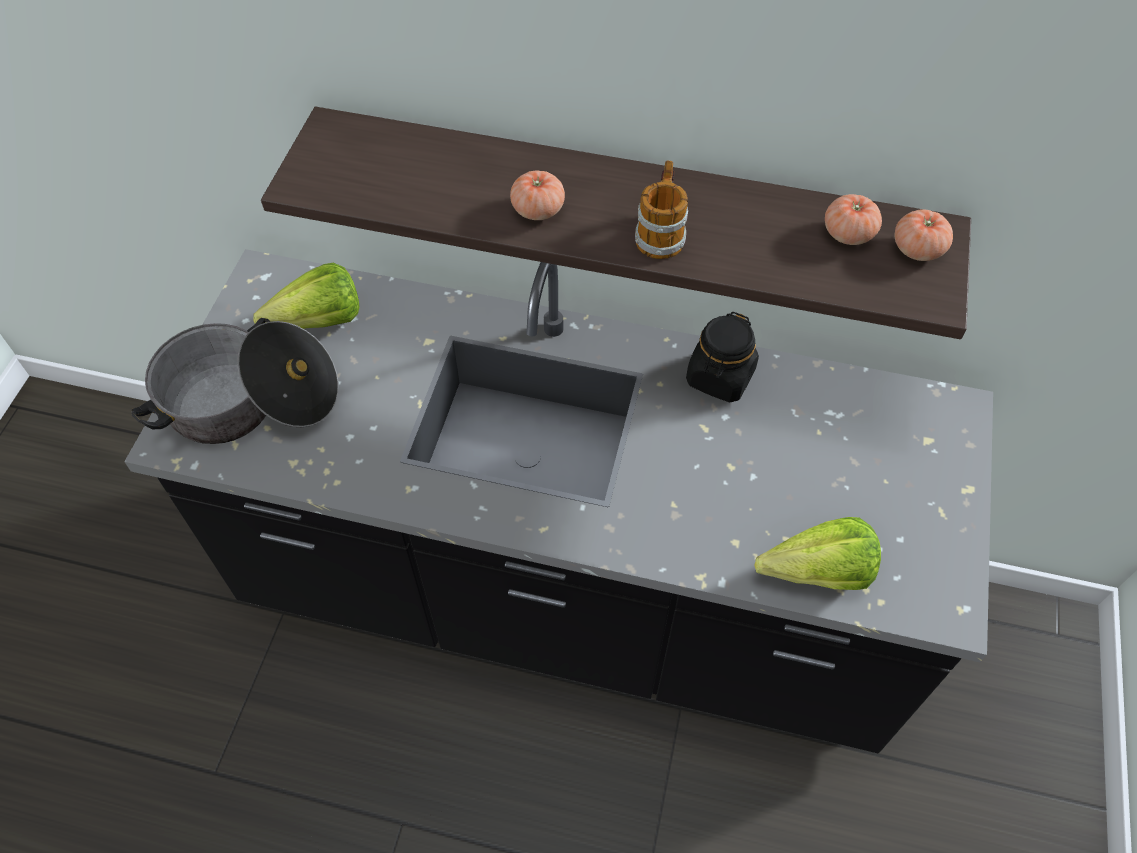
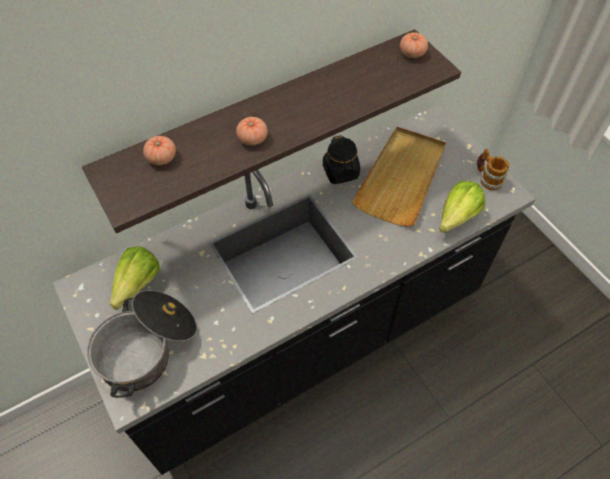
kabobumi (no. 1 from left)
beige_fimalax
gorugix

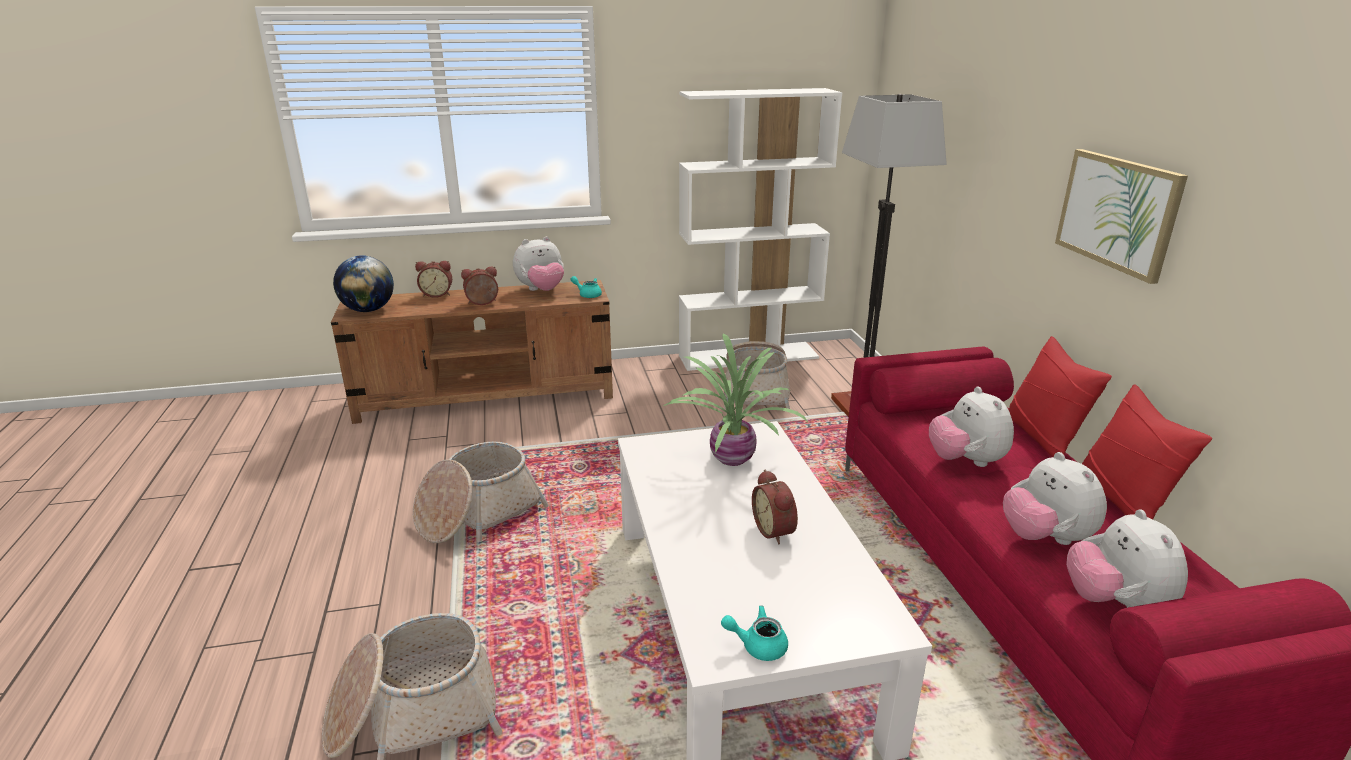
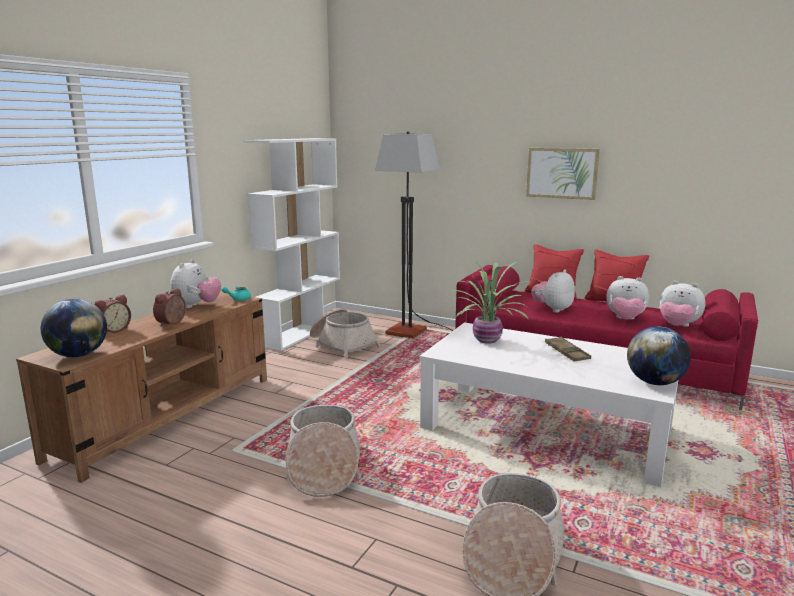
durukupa (no. 2 from left)
brown_fimalax
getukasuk (no. 2 from left)

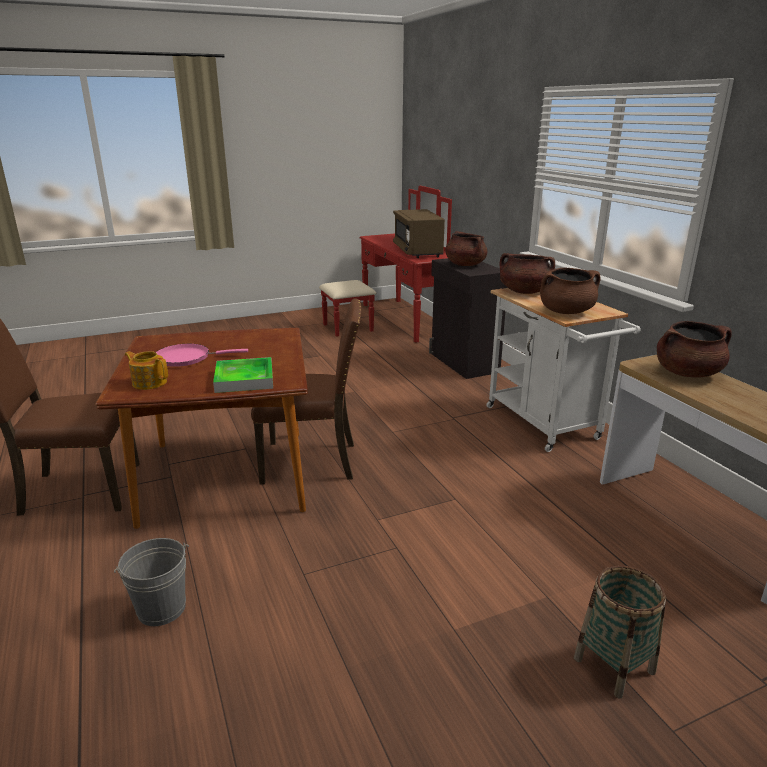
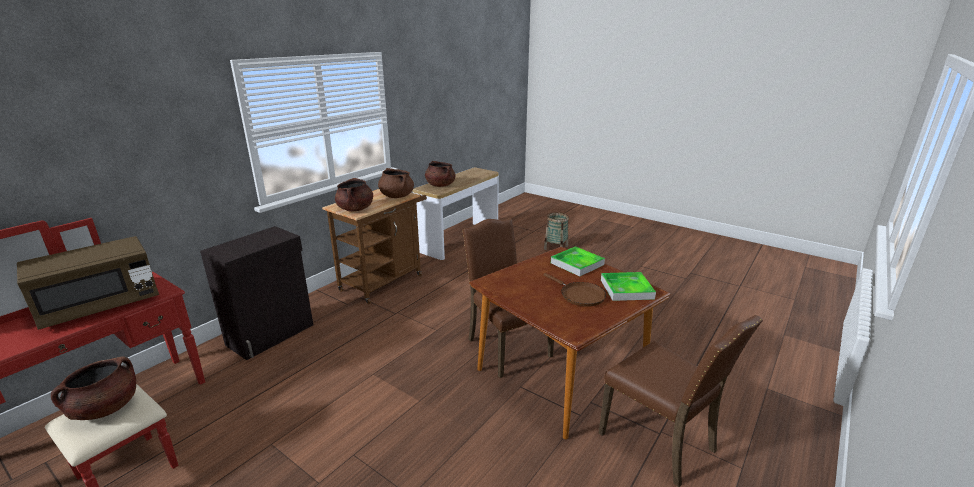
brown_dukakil (no. 1 from left)
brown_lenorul
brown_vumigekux
fimalax (no. 2 from left)
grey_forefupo

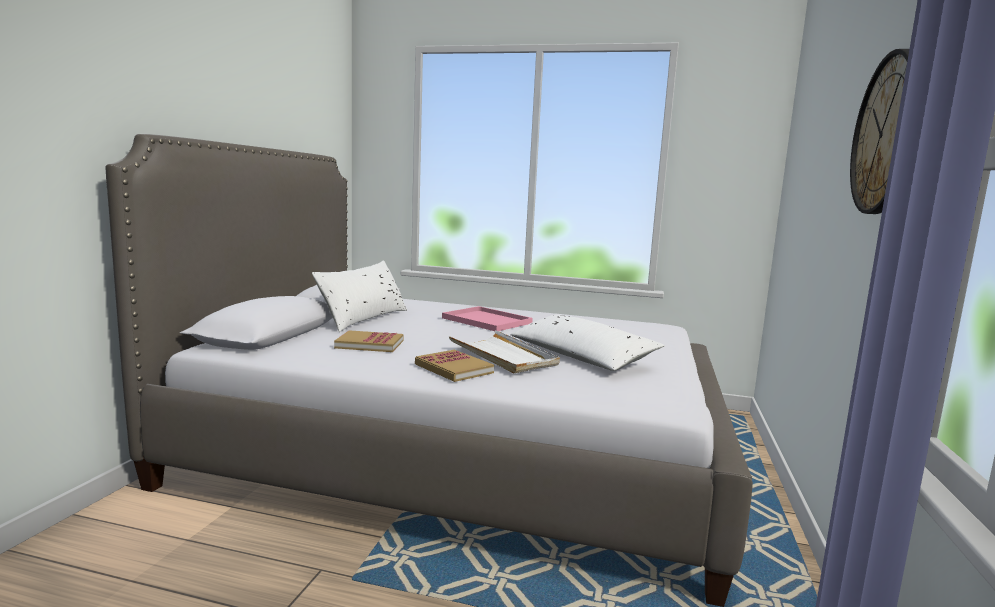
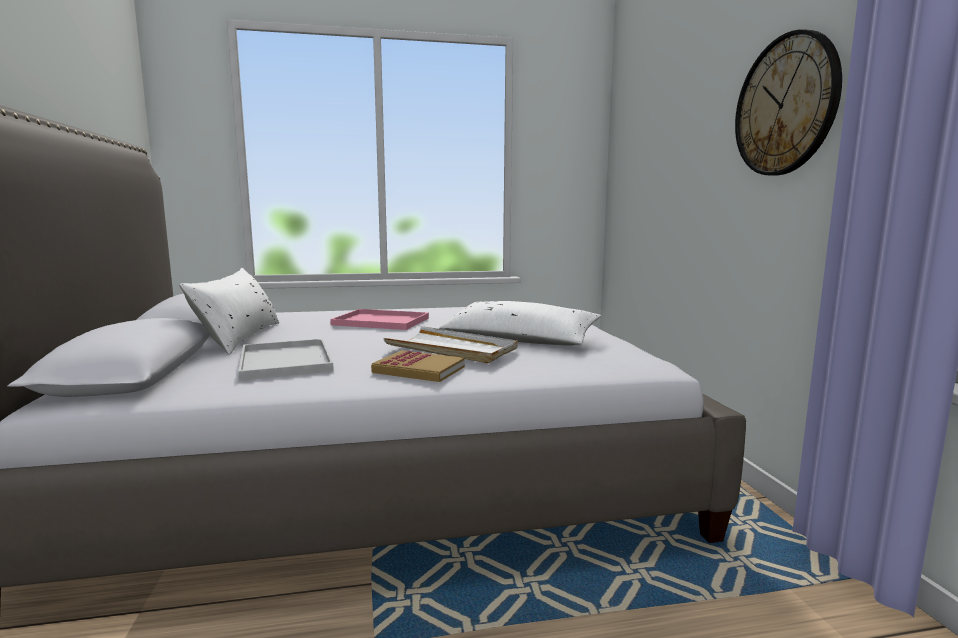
white_fimalax (no. 1 from left)

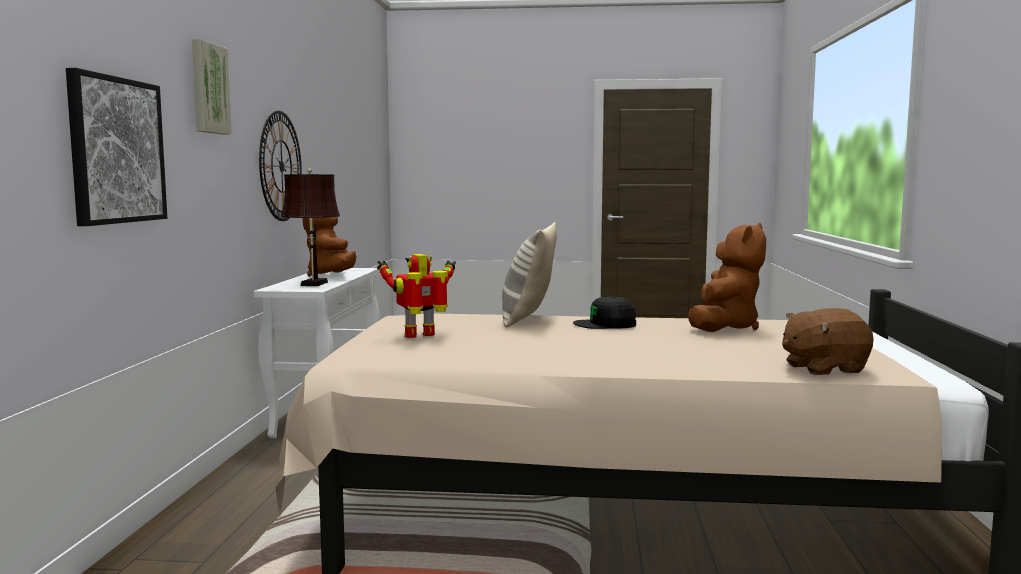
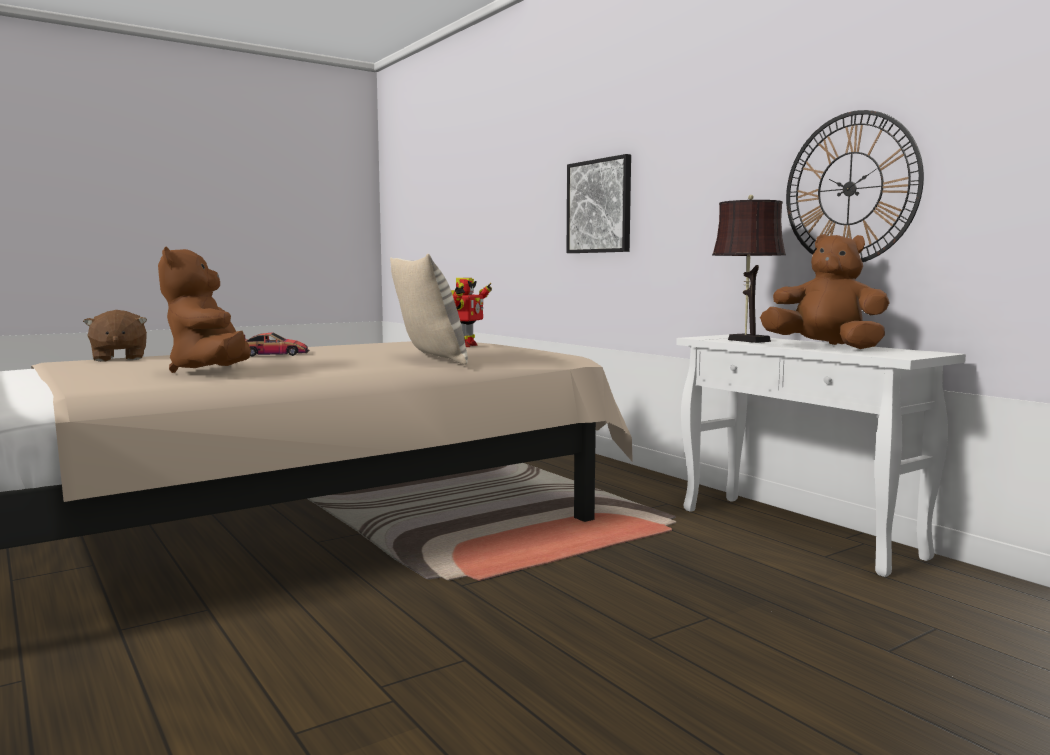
brown_durukupa (no. 1 from left)
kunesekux
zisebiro (no. 2 from left in the first image)
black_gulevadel

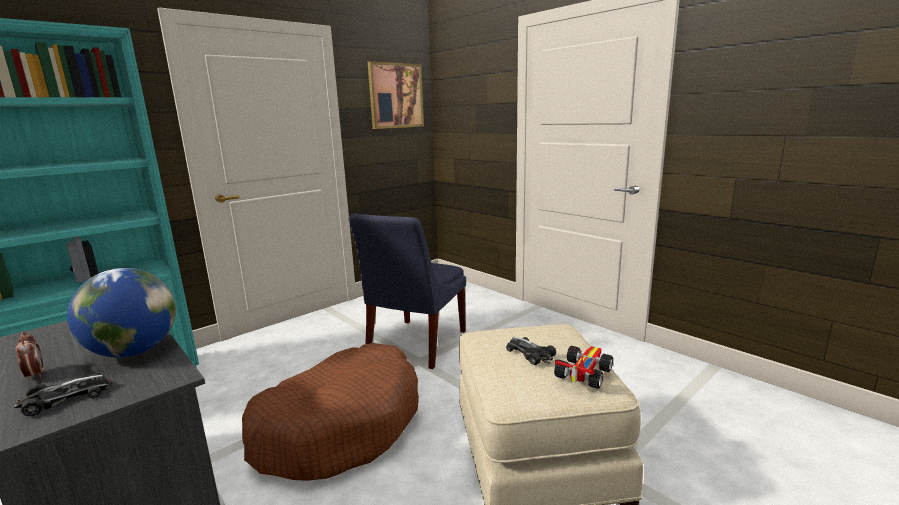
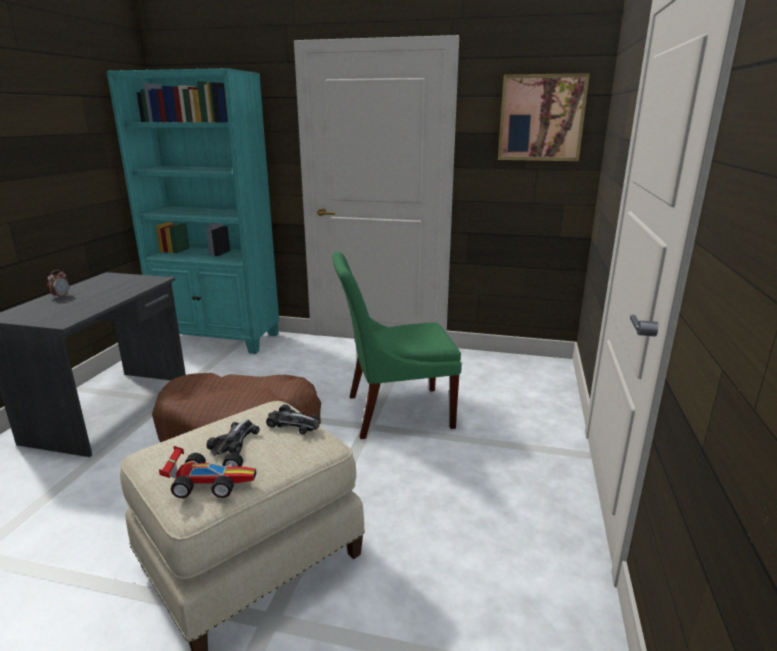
kunesekux (no. 3 from left)
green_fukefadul
getukasuk

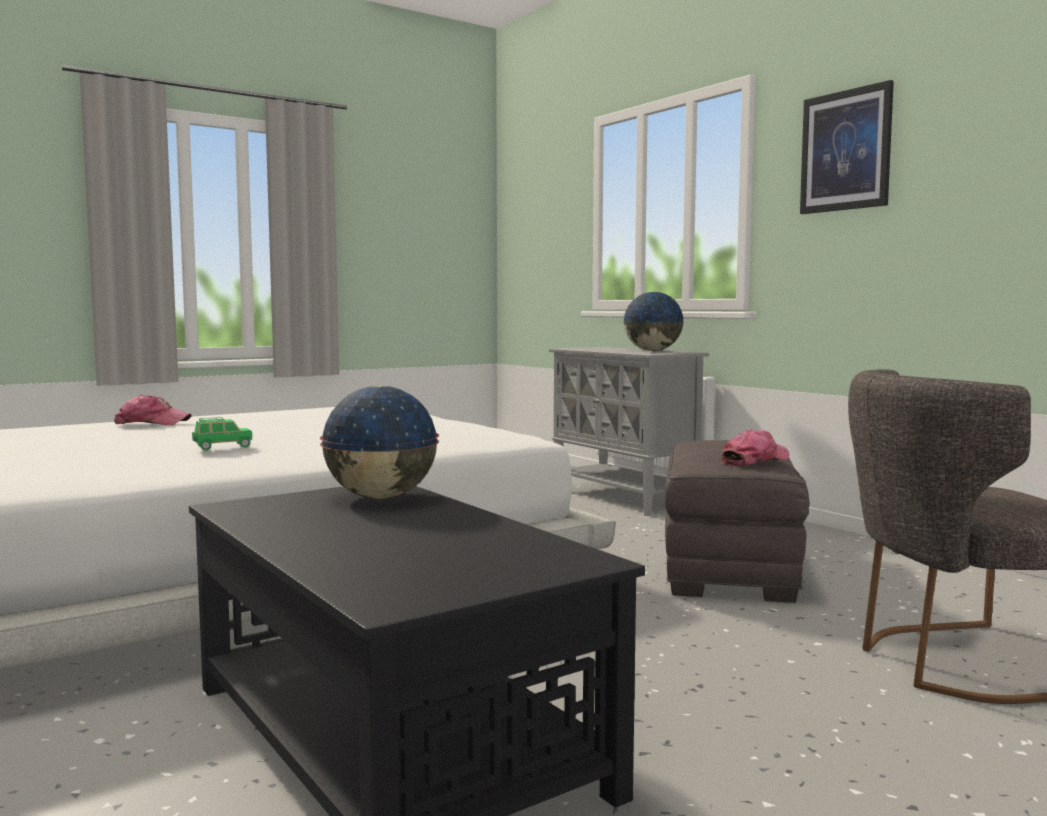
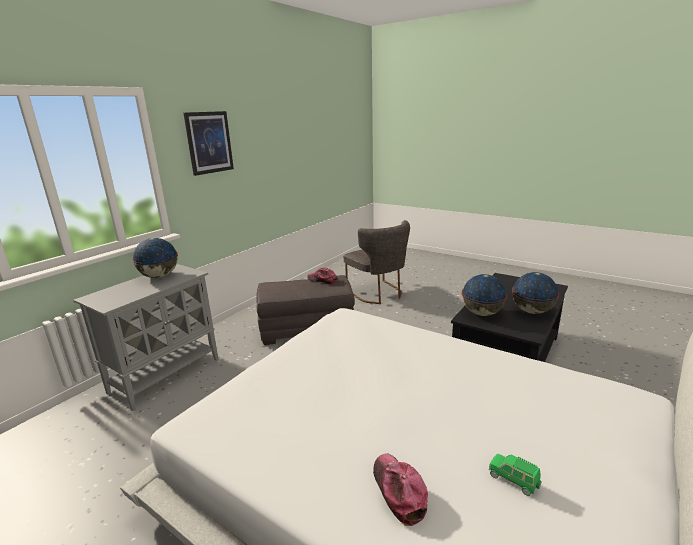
green_kunesekux
getukasuk (no. 3 from left)

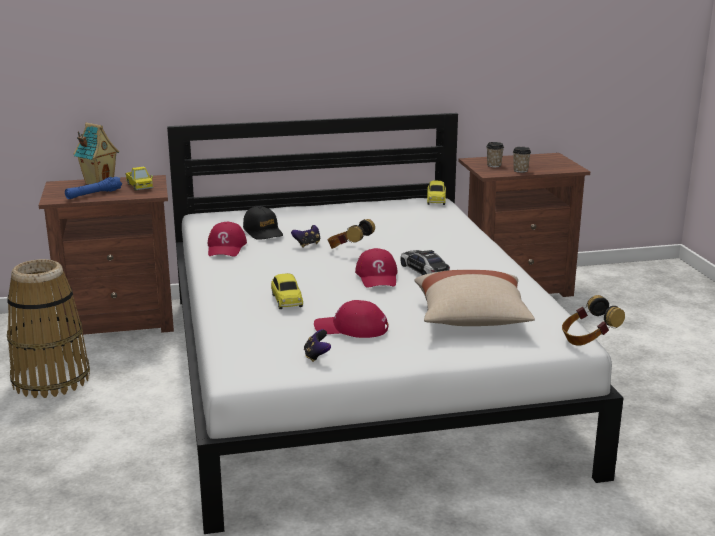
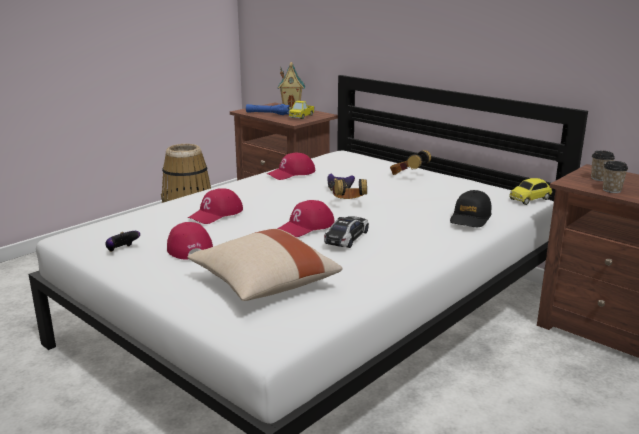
red_gulevadel (no. 2 from left)
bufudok (no. 2 from left)
black_gulevadel

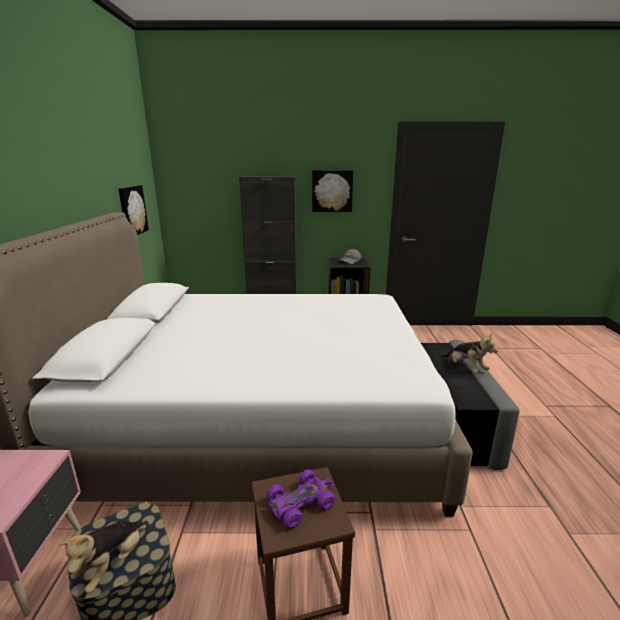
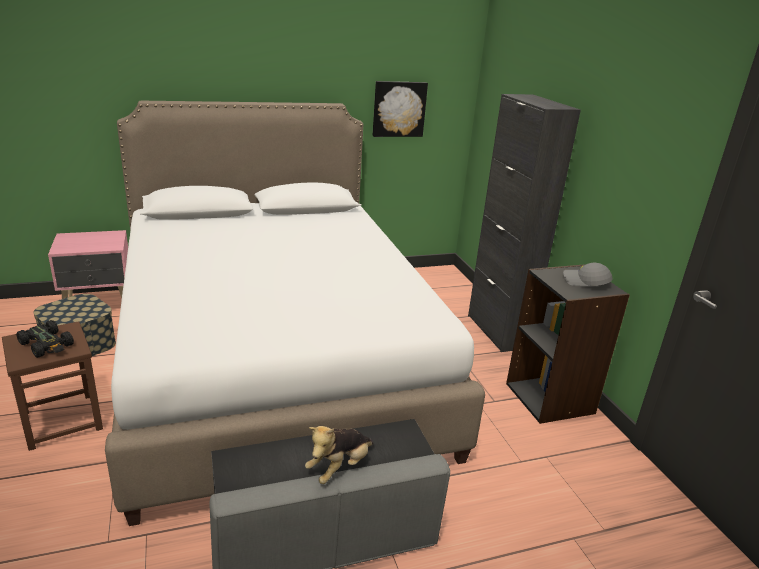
black_kunesekux
durukupa (no. 1 from left in the first image)
zisebiro (no. 2 from left in the first image)

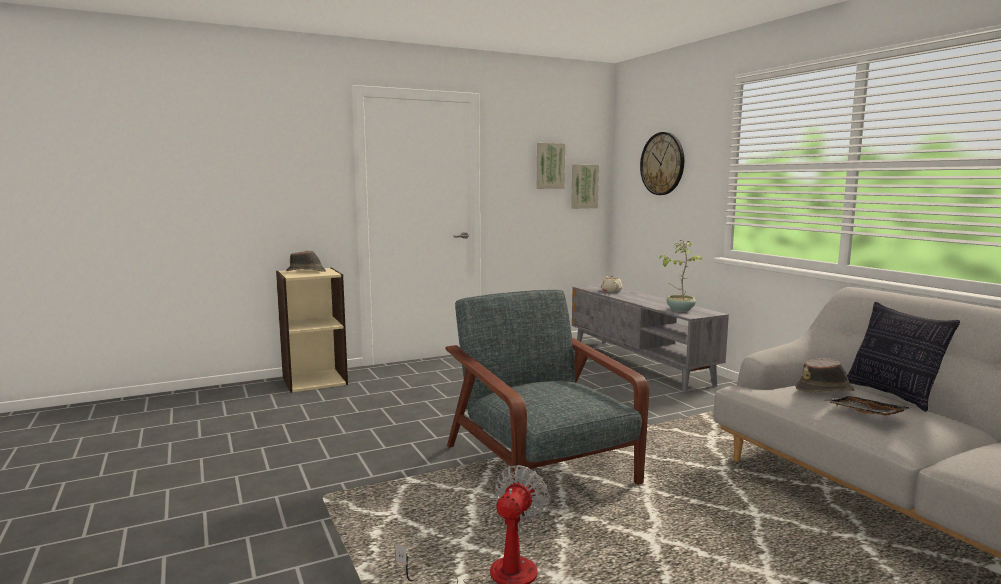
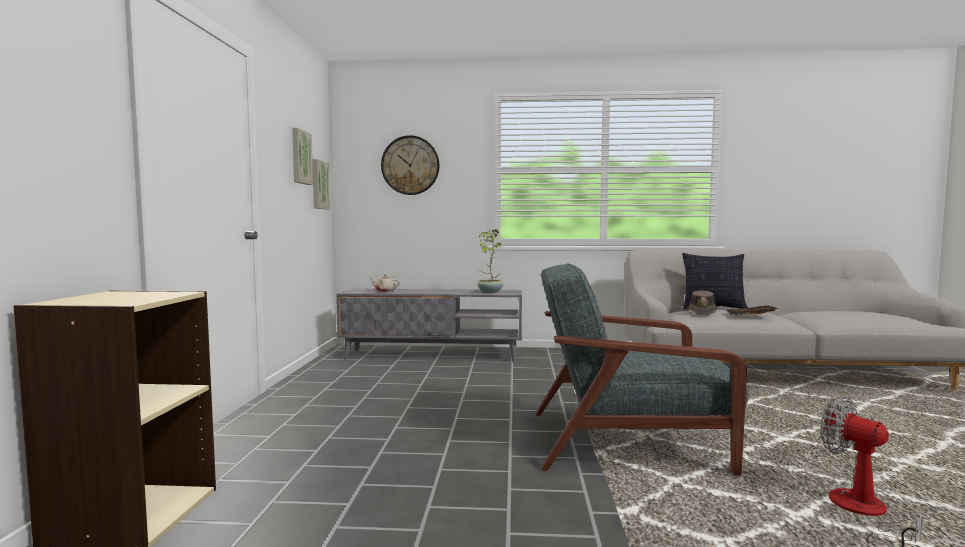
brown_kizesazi (no. 1 from left in the first image)

